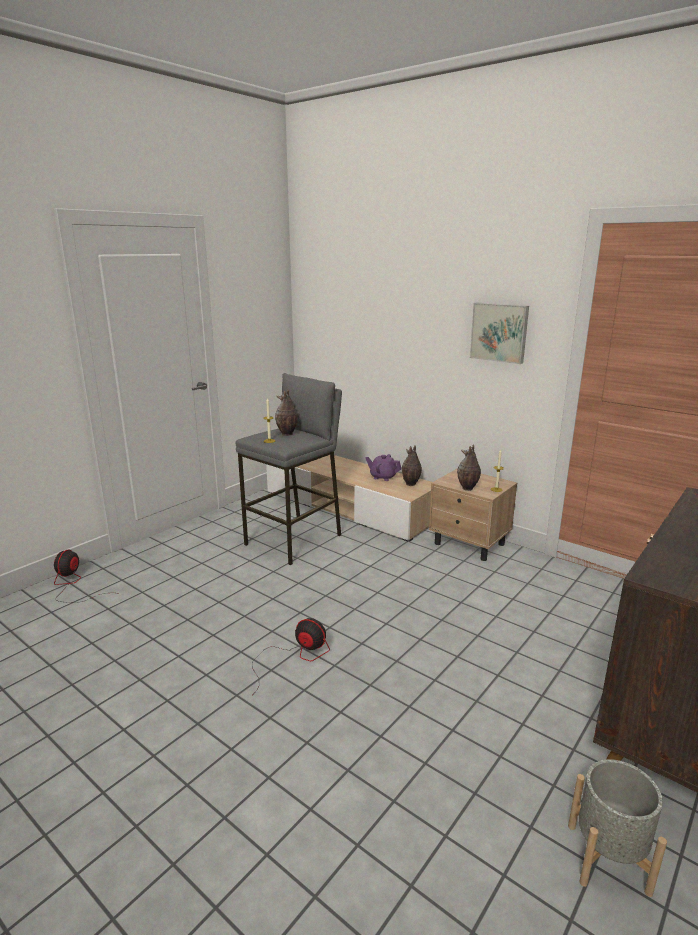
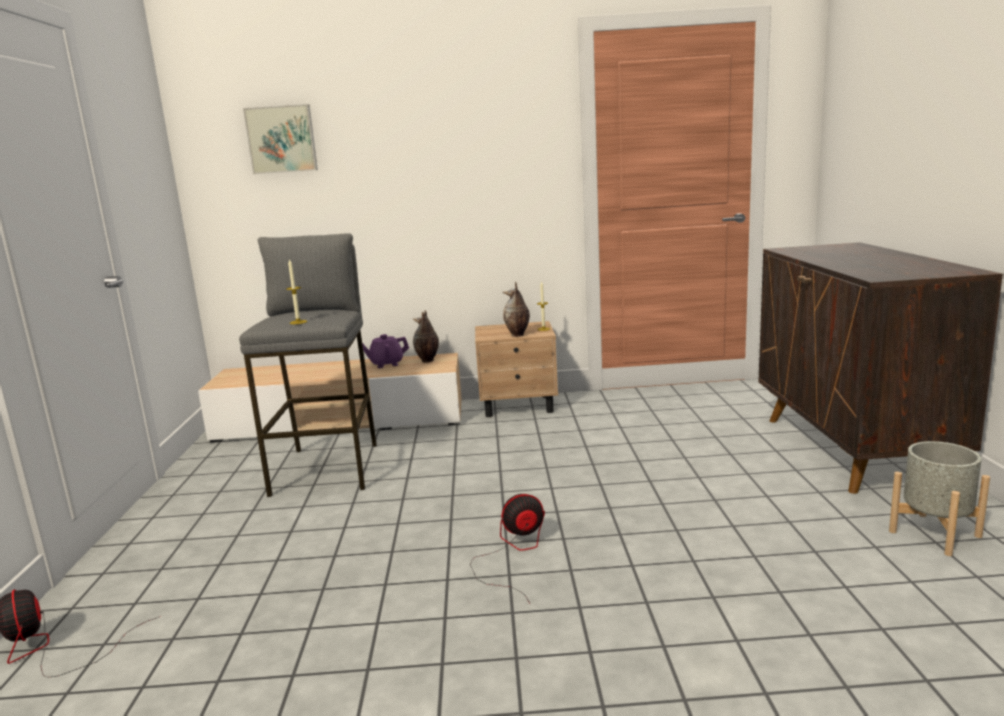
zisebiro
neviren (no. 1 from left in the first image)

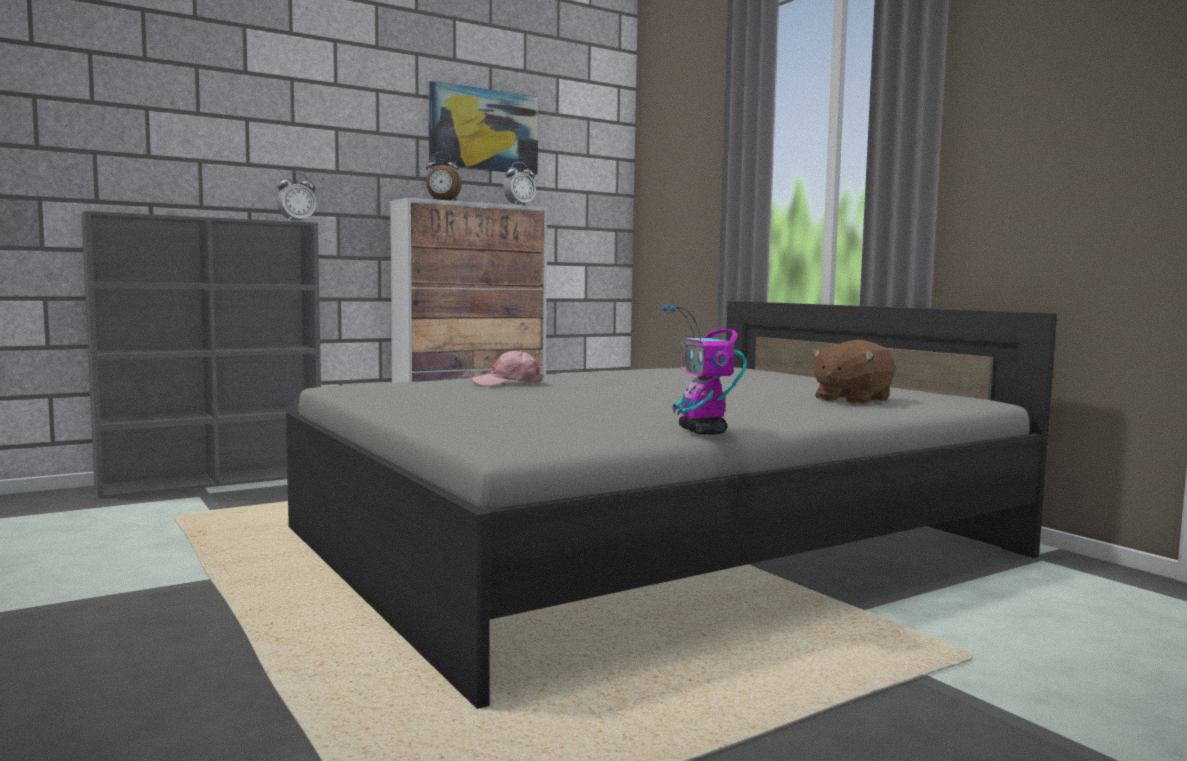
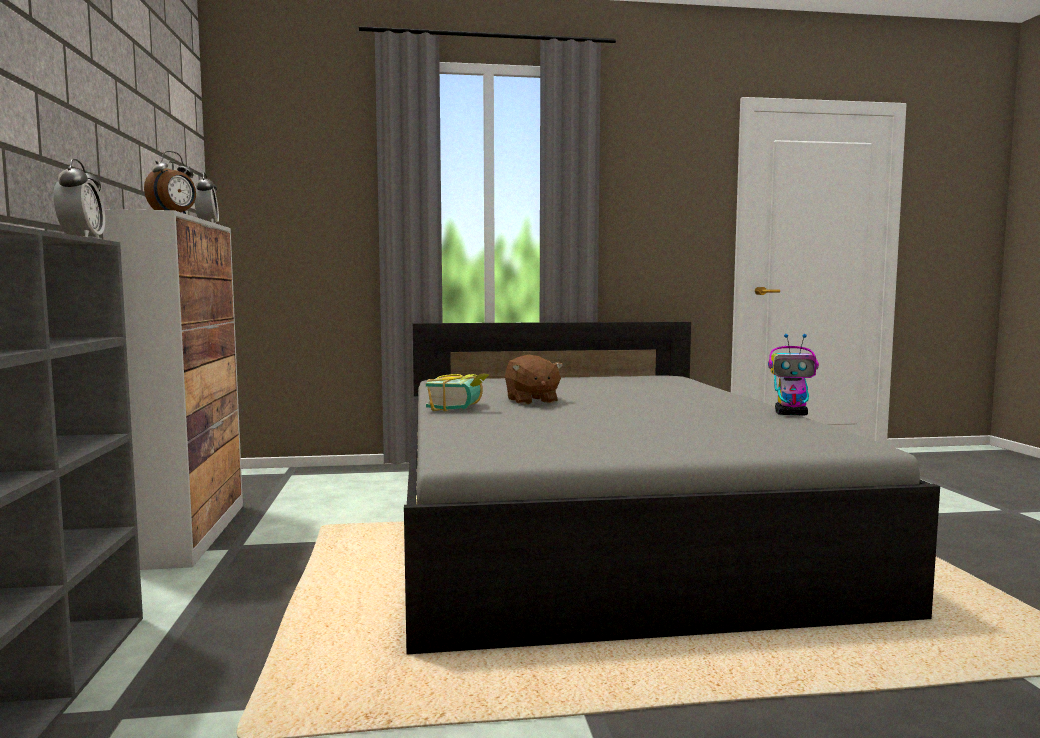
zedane
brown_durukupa
zisebiro
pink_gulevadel

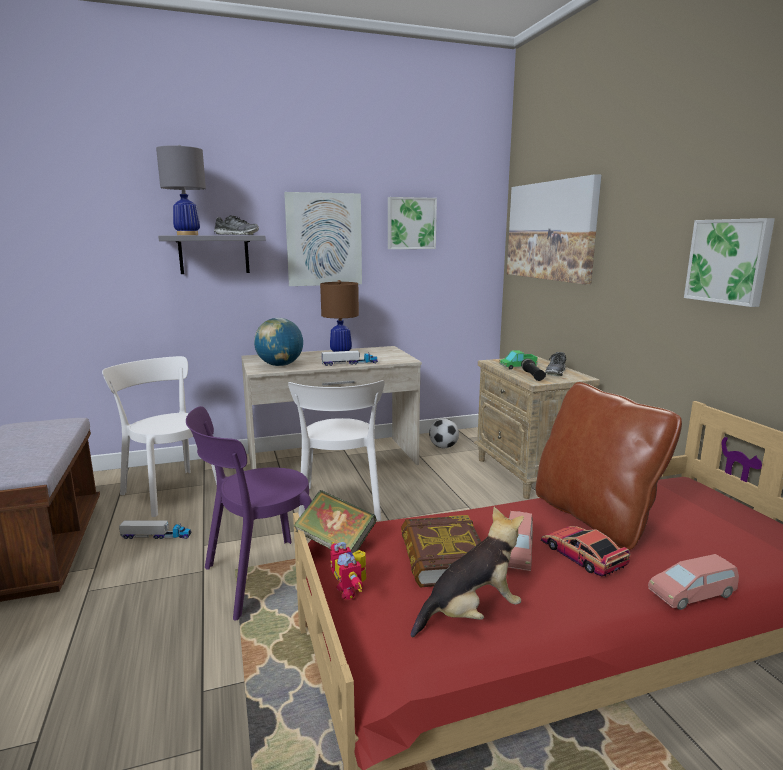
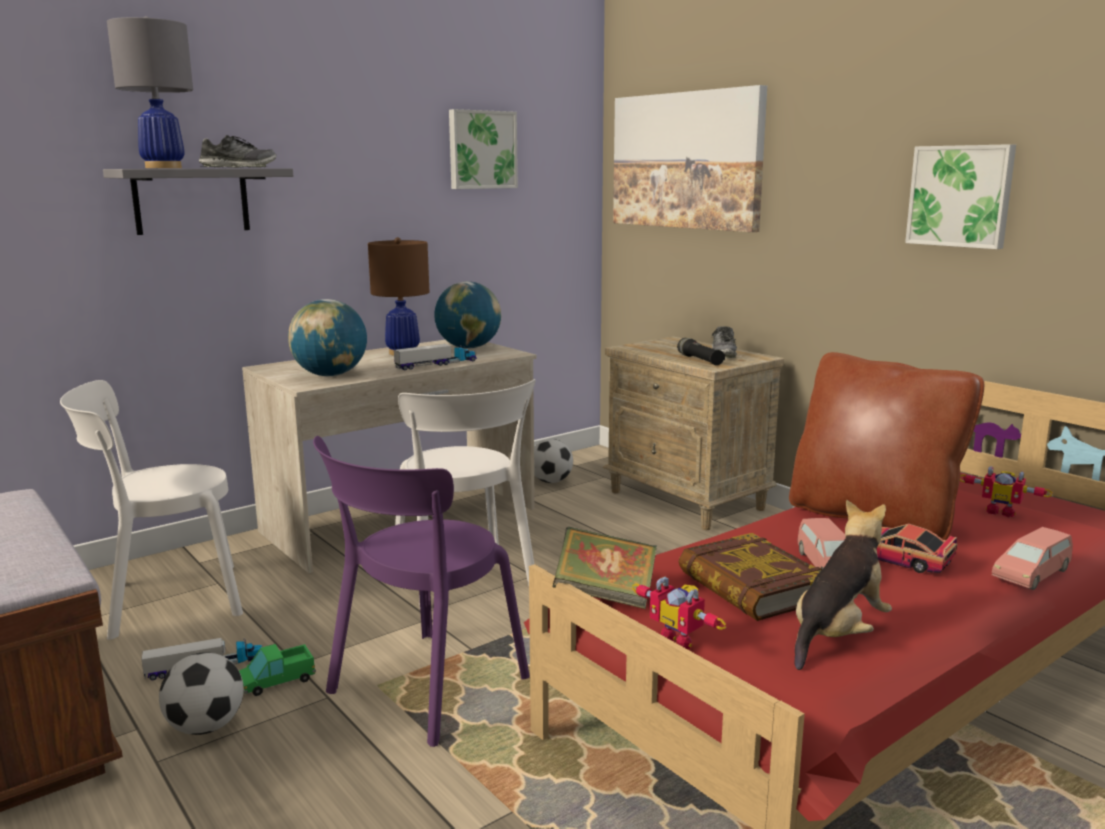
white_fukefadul (no. 1 from left)
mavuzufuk (no. 1 from left)
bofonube (no. 2 from left)
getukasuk (no. 2 from left)
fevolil (no. 2 from left)
zisebiro (no. 1 from left in the first image)

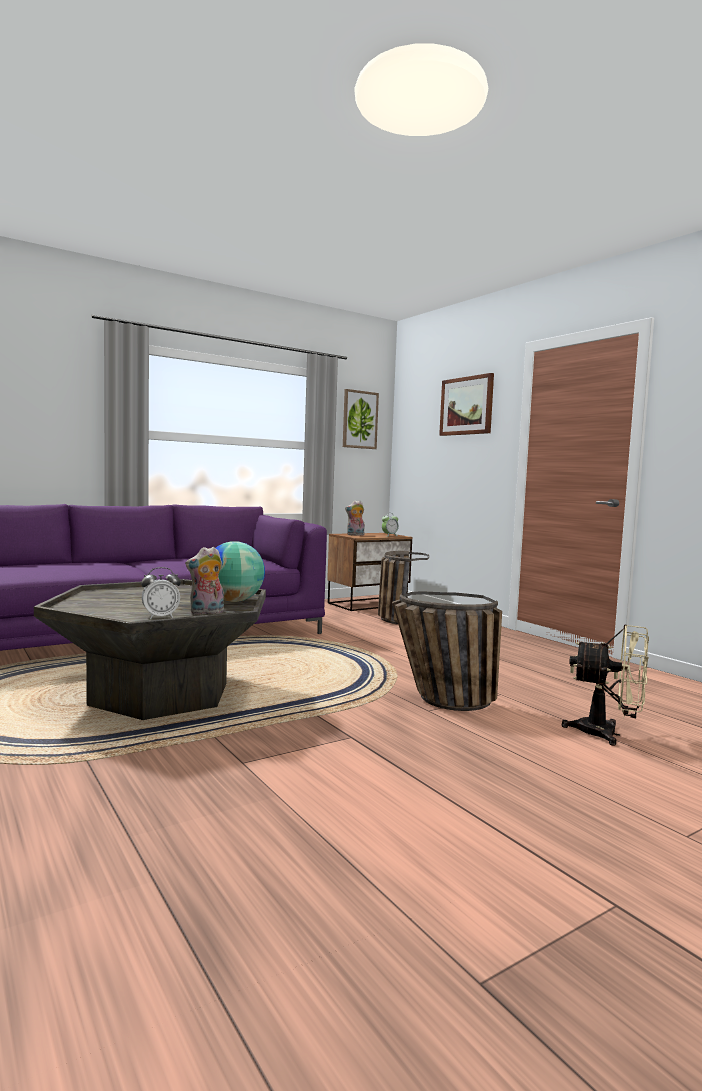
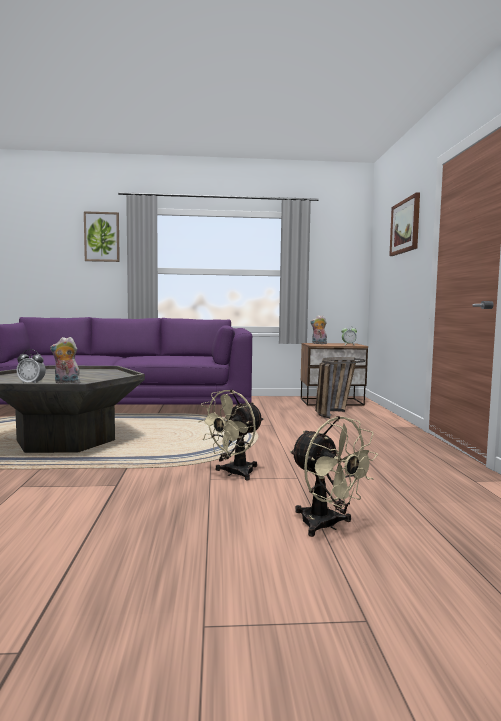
zisebiro (no. 1 from left)
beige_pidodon (no. 1 from left)
getukasuk

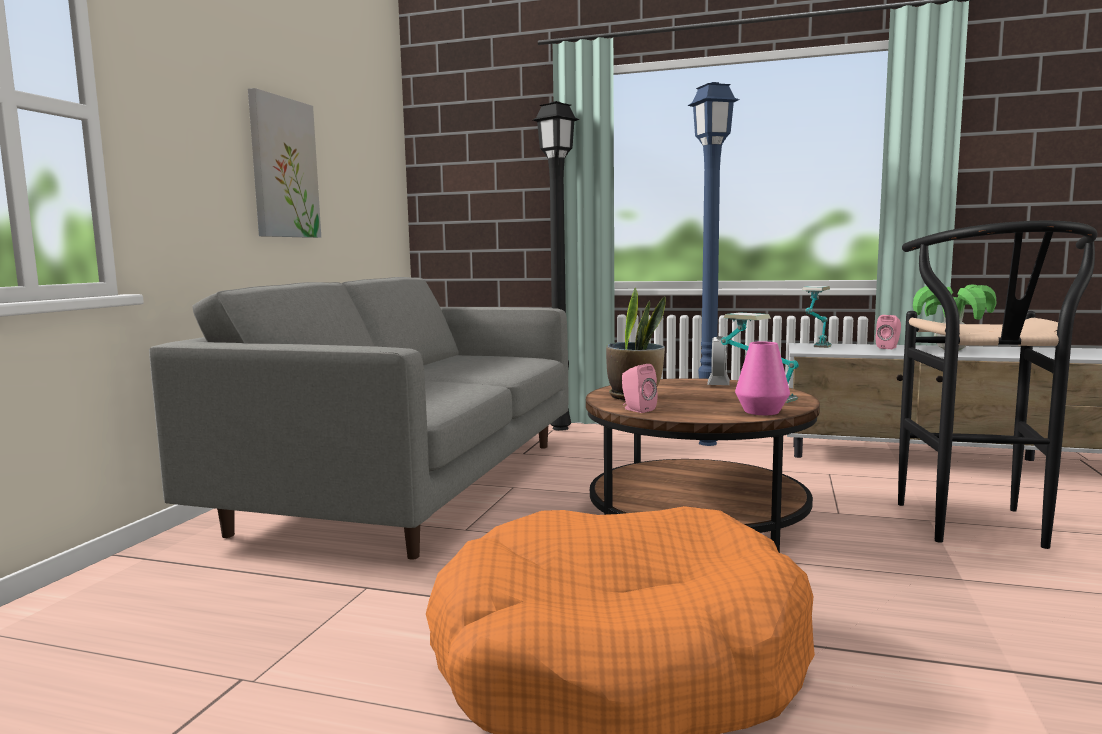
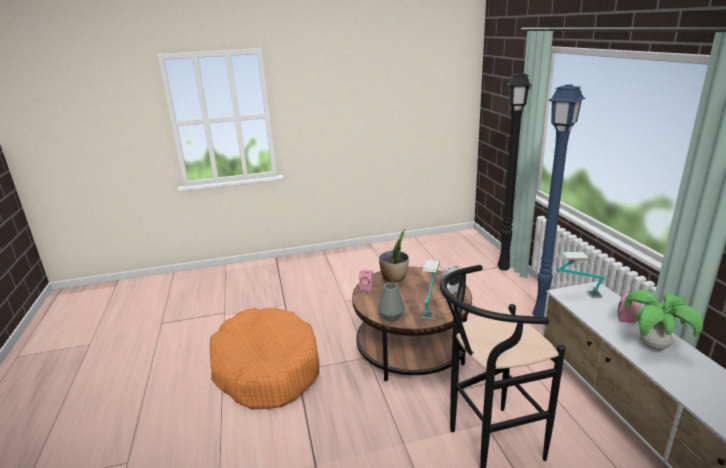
grey_neviren
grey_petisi
zisebiro

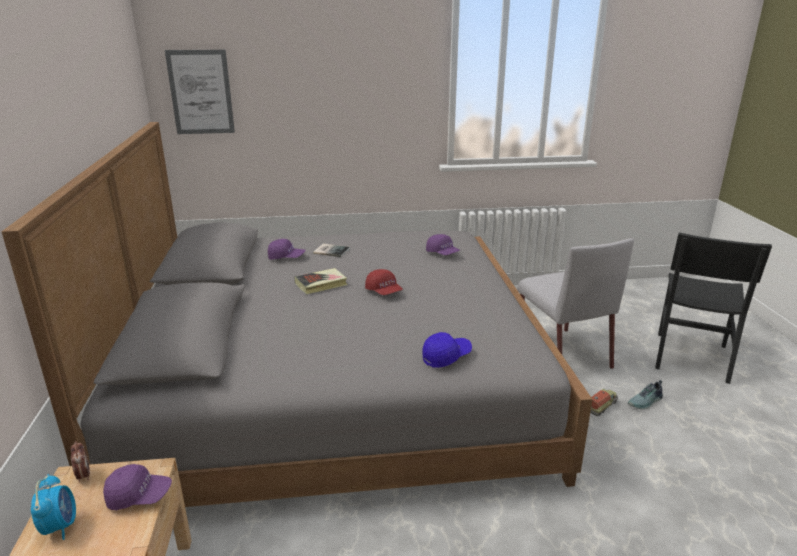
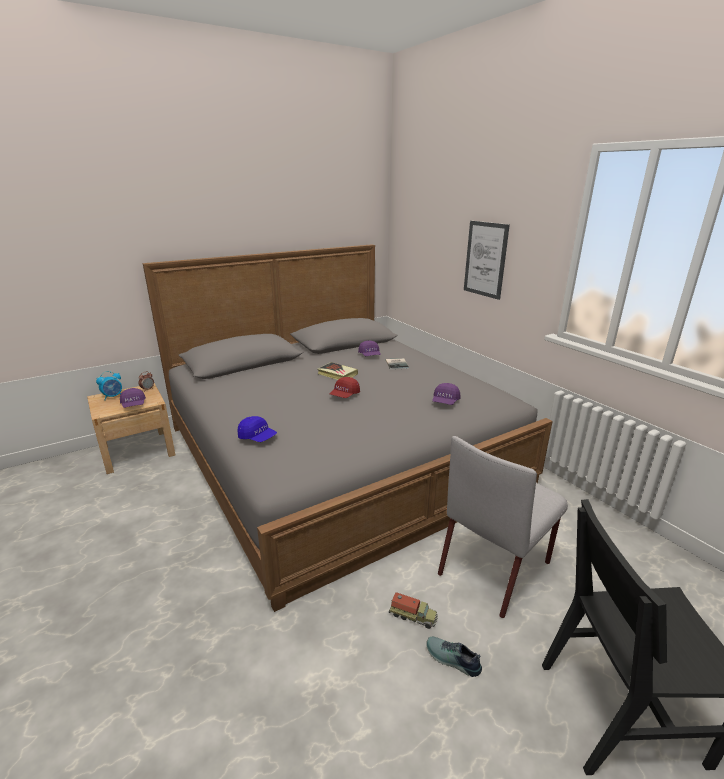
zisebiro

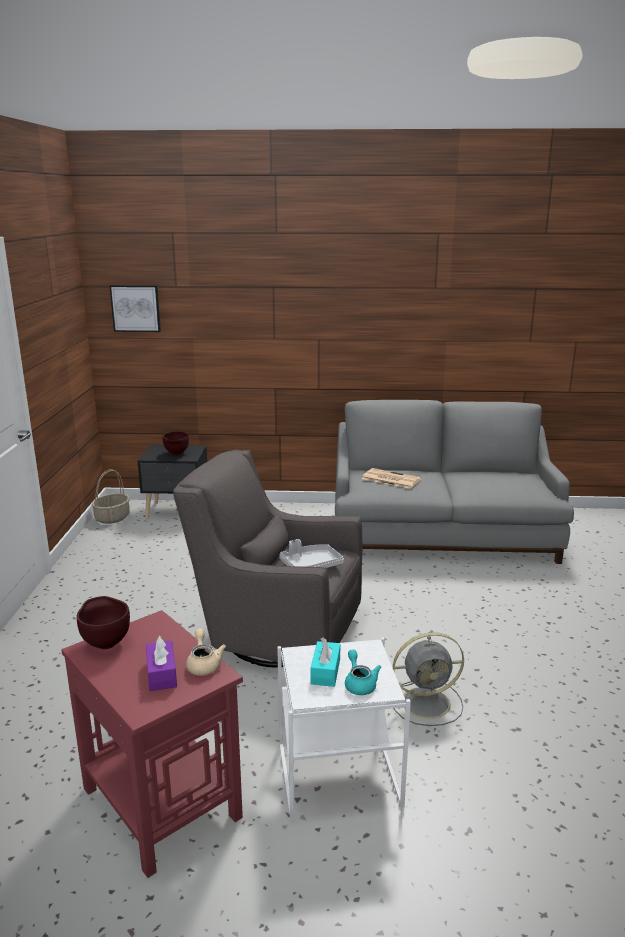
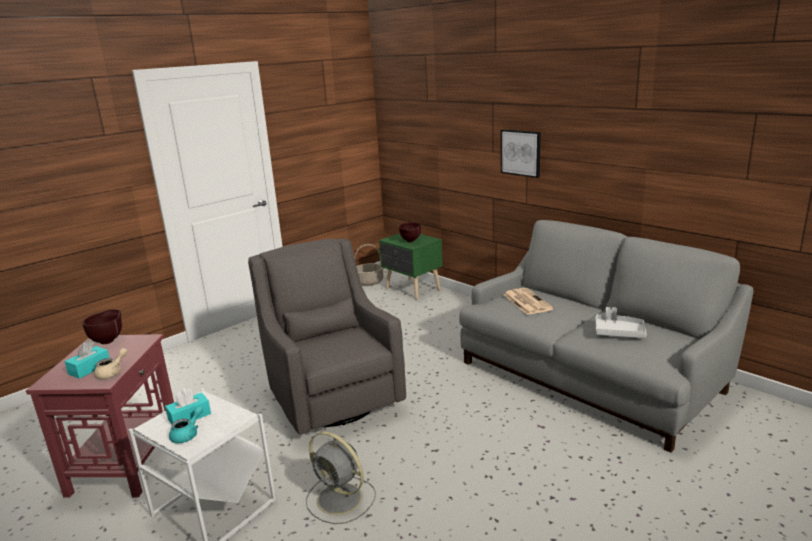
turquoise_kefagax (no. 1 from left)
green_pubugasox
zisebiro
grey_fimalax

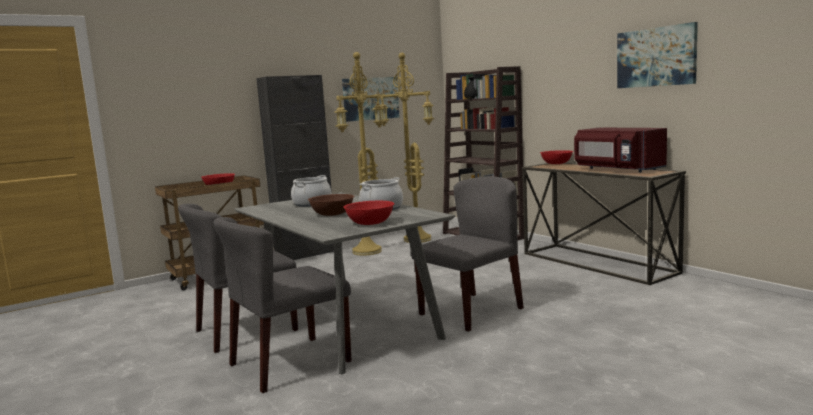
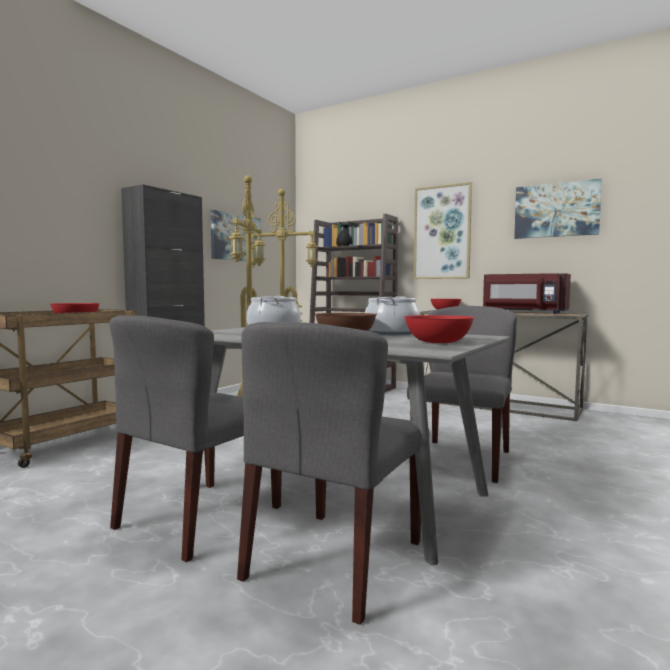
zisebiro (no. 2 from left)

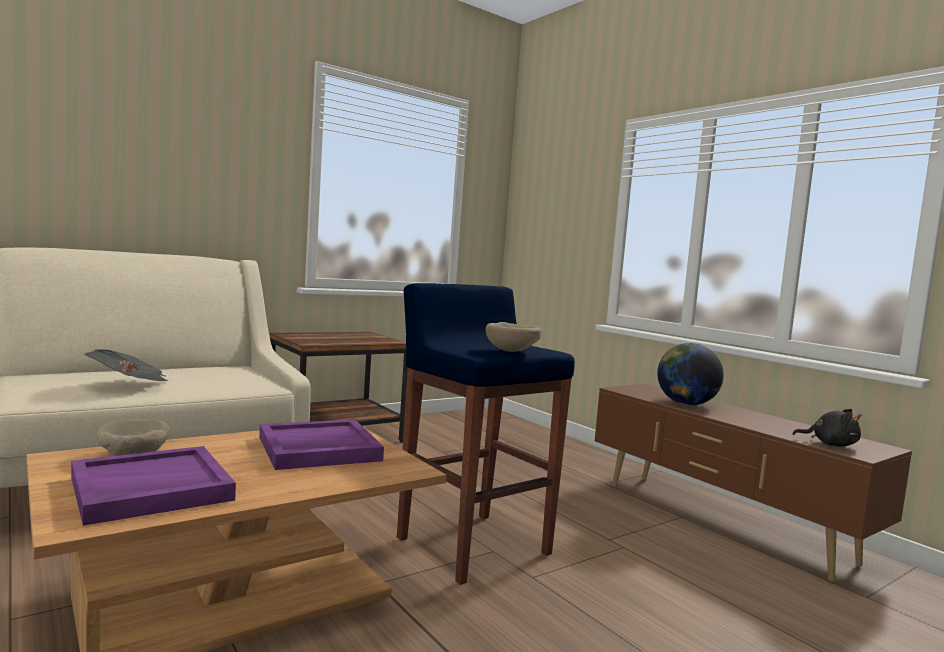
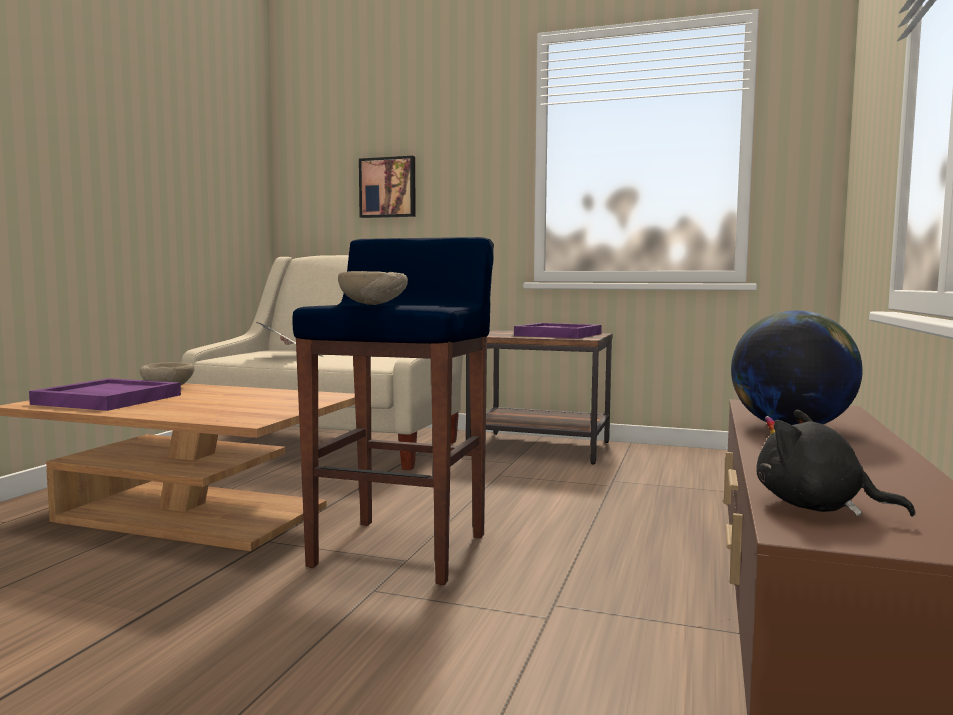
zisebiro
purple_fimalax (no. 2 from left)
black_durukupa

